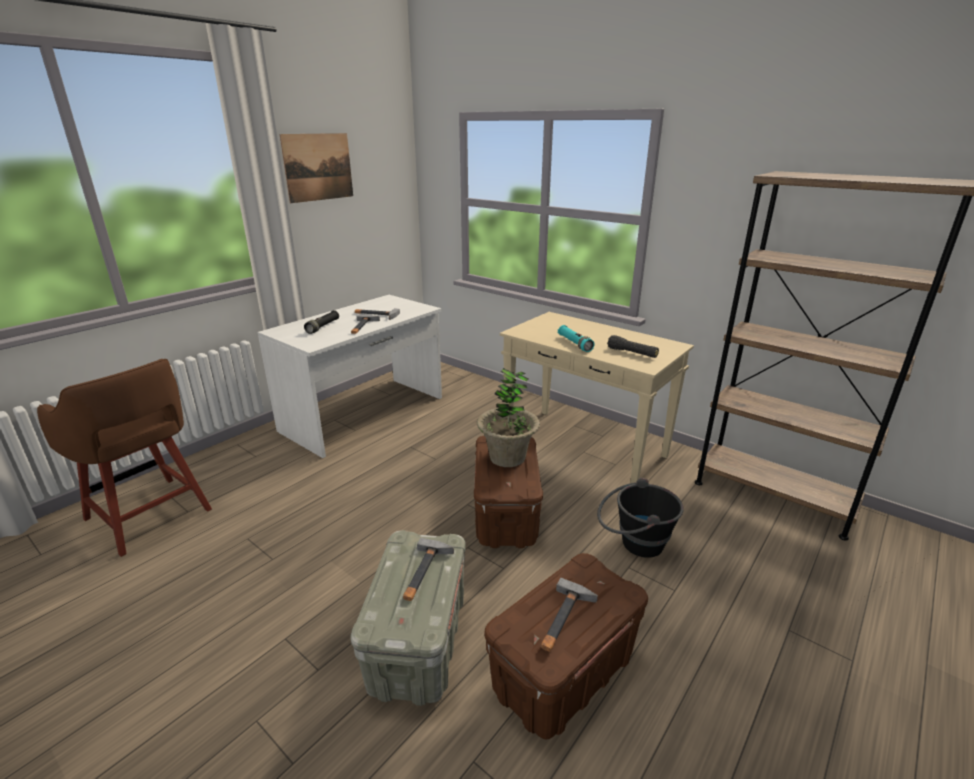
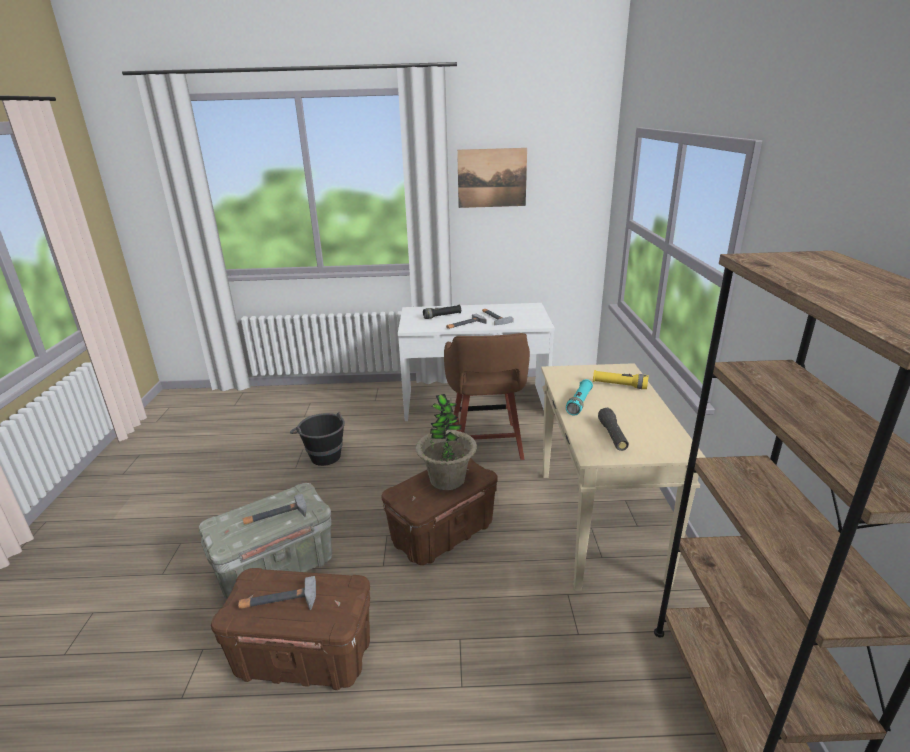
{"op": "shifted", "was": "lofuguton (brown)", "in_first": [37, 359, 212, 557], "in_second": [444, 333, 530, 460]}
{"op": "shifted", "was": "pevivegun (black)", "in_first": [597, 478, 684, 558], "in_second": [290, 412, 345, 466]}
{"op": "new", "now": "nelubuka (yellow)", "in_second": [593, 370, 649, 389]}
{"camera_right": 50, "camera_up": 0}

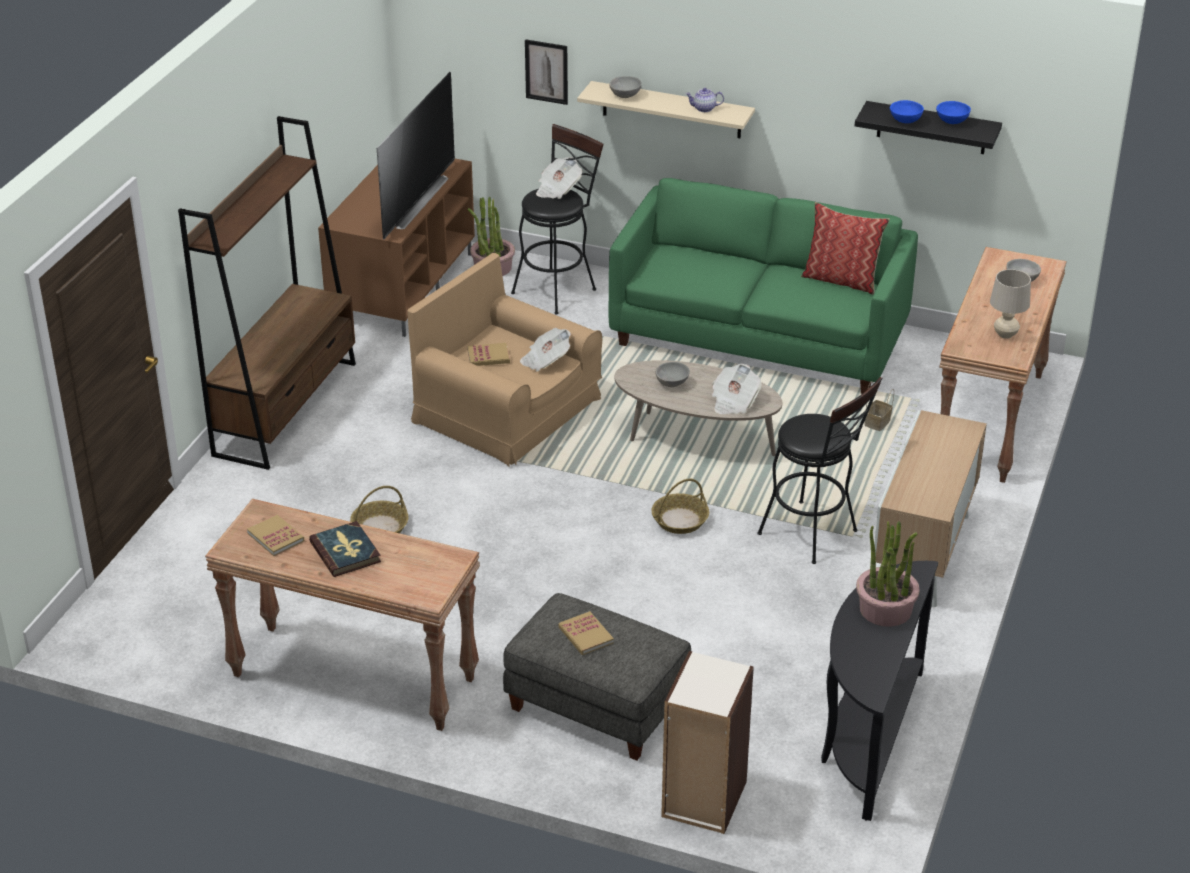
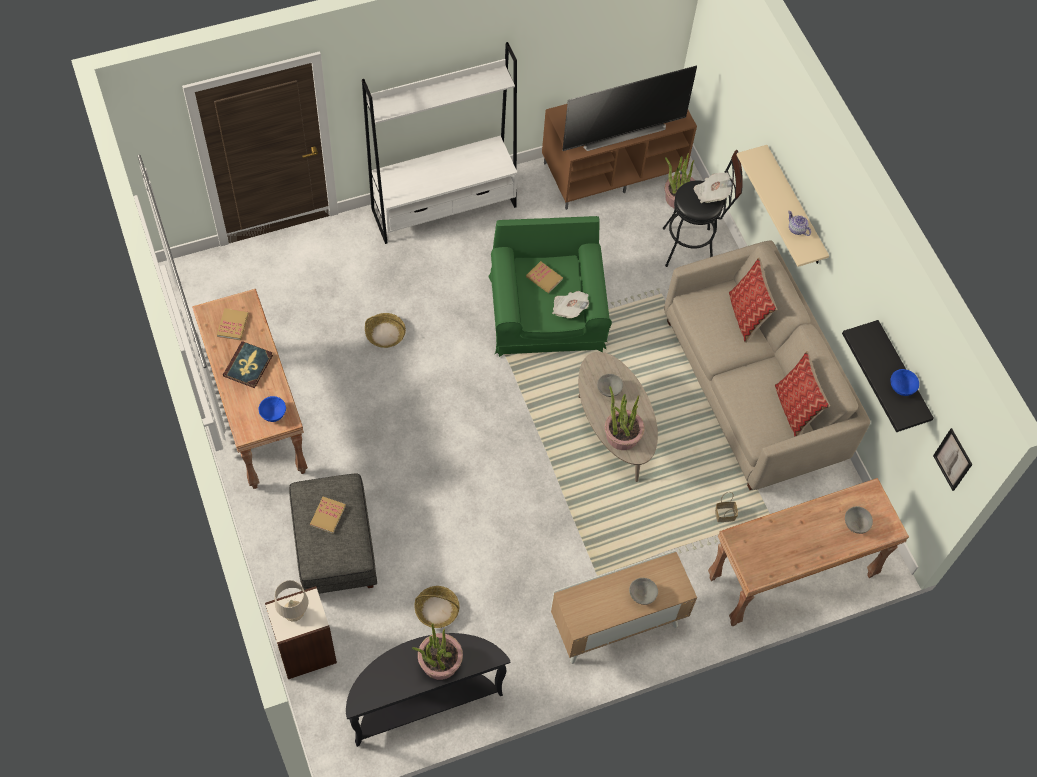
{"op": "repainted", "was": "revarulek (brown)", "now": "revarulek (white)", "in_first": [178, 116, 356, 470], "in_second": [362, 42, 517, 244]}
{"op": "repainted", "was": "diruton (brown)", "now": "diruton (green)", "in_first": [407, 253, 602, 466], "in_second": [488, 216, 612, 357]}
{"op": "shifted", "was": "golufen", "in_first": [525, 39, 568, 105], "in_second": [933, 428, 973, 491]}
{"op": "shifted", "was": "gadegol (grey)", "in_first": [609, 76, 642, 98], "in_second": [629, 578, 658, 605]}
{"op": "repainted", "was": "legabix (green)", "now": "legabix (beige)", "in_first": [609, 178, 918, 394], "in_second": [664, 240, 870, 490]}
{"op": "shifted", "was": "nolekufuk", "in_first": [651, 479, 709, 534], "in_second": [415, 586, 460, 628]}
{"op": "swapped", "was": "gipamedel", "now": "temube", "in_first": [712, 364, 762, 414], "in_second": [605, 386, 645, 450]}
{"op": "gone", "was": "lofuguton (black)", "in_first": [757, 377, 882, 564]}
{"op": "shifted", "was": "gadegol (blue)", "in_first": [890, 100, 924, 123], "in_second": [259, 396, 286, 422]}
{"op": "shifted", "was": "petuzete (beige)", "in_first": [990, 269, 1031, 339], "in_second": [275, 580, 309, 622]}
{"op": "new", "now": "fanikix", "in_second": [729, 258, 778, 343]}
{"camera_right": 45, "camera_up": 25}

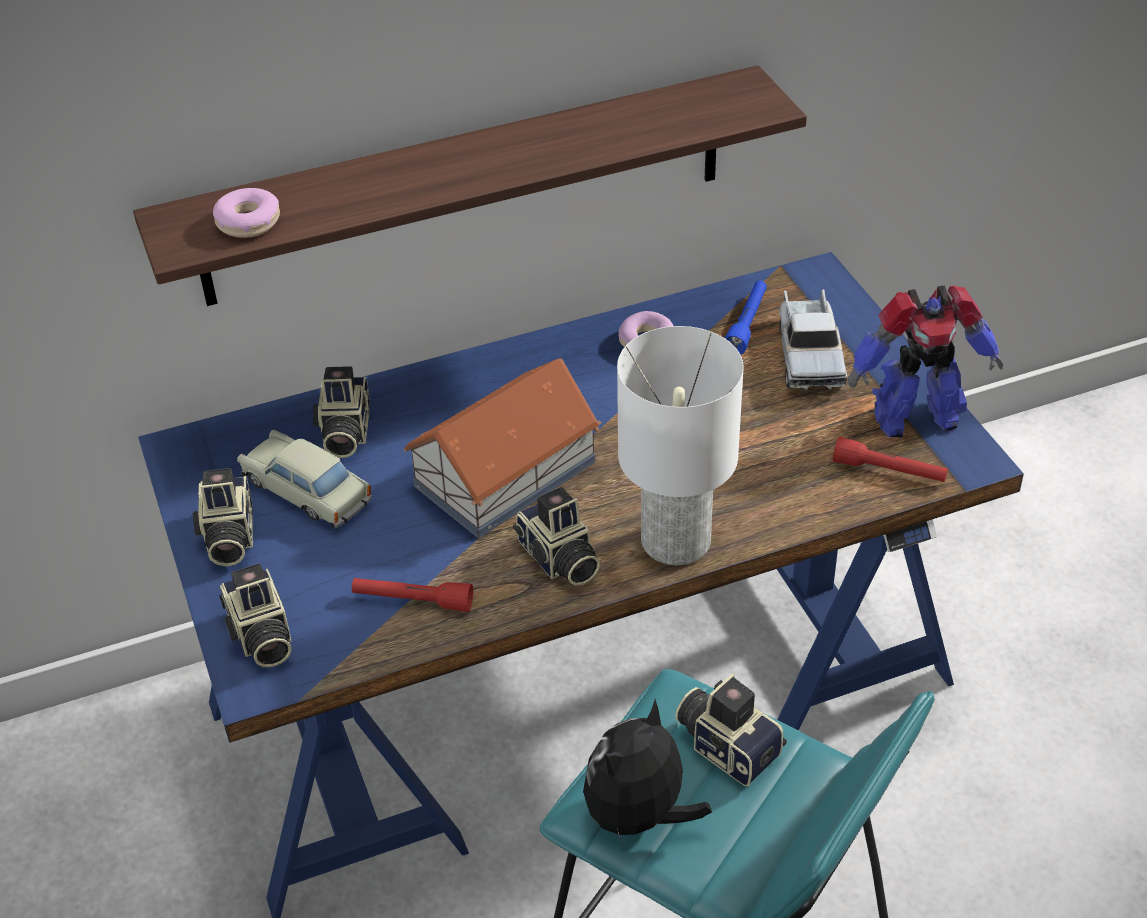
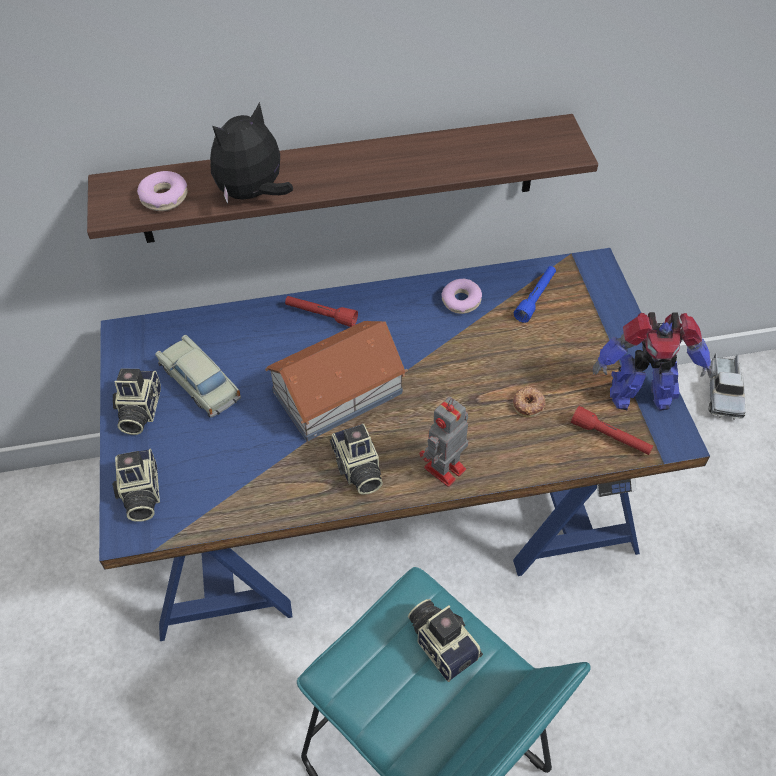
{"op": "gone", "was": "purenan", "in_first": [313, 366, 370, 458]}
{"op": "shifted", "was": "nelubuka (red)", "in_first": [352, 578, 473, 612], "in_second": [285, 296, 358, 327]}
{"op": "shifted", "was": "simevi", "in_first": [583, 699, 712, 848], "in_second": [210, 102, 293, 204]}
{"op": "swapped", "was": "petuzete (white)", "now": "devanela", "in_first": [617, 326, 744, 565], "in_second": [419, 397, 469, 487]}
{"op": "shifted", "was": "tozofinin", "in_first": [779, 289, 848, 391], "in_second": [709, 352, 746, 419]}
{"op": "new", "now": "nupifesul", "in_second": [513, 386, 546, 417]}
{"camera_right": 10, "camera_up": 10}

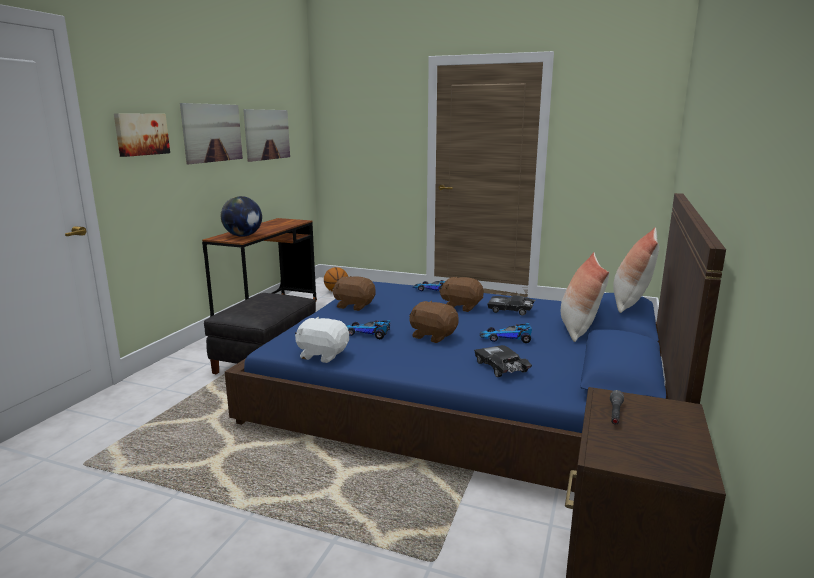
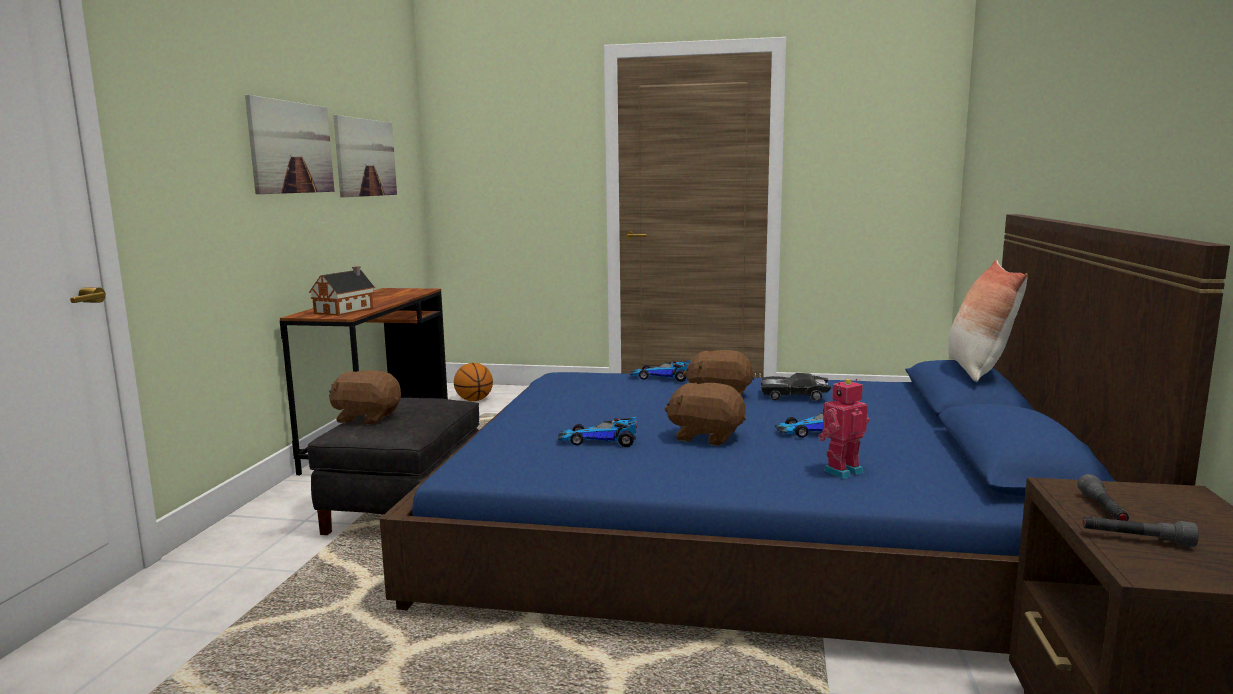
{"op": "gone", "was": "golufen", "in_first": [114, 113, 170, 157]}
{"op": "swapped", "was": "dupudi", "now": "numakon", "in_first": [221, 196, 262, 237], "in_second": [309, 266, 375, 316]}
{"op": "gone", "was": "simevi (white)", "in_first": [295, 316, 349, 363]}
{"op": "shifted", "was": "simevi (brown)", "in_first": [332, 276, 376, 311], "in_second": [329, 370, 401, 425]}
{"op": "swapped", "was": "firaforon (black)", "now": "devanela", "in_first": [474, 345, 532, 377], "in_second": [818, 379, 869, 479]}
{"op": "gone", "was": "fanikix", "in_first": [561, 252, 609, 342]}
{"op": "new", "now": "nelubuka (grey)", "in_second": [1083, 516, 1199, 547]}
{"camera_right": -10, "camera_up": -5}

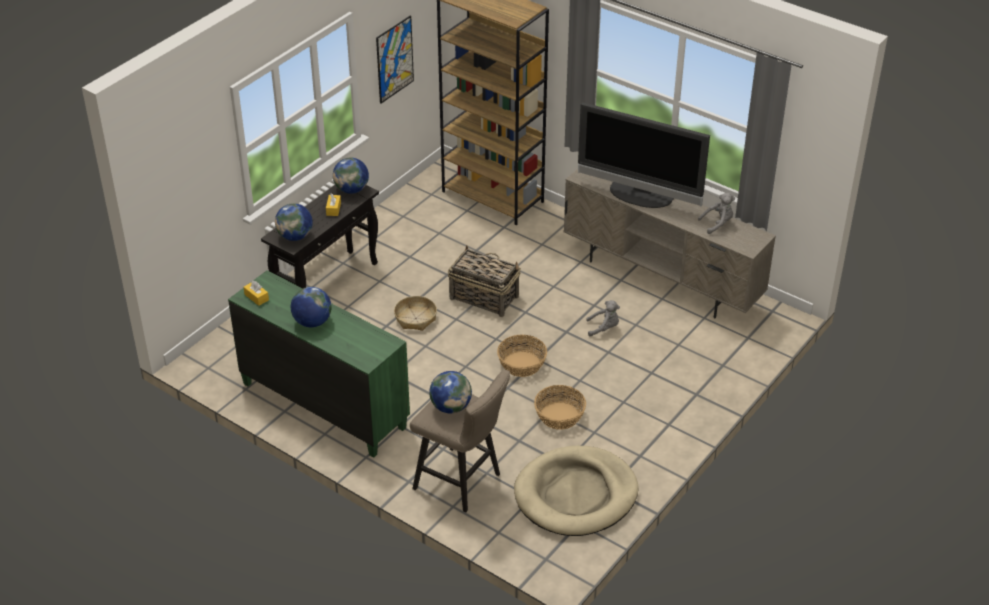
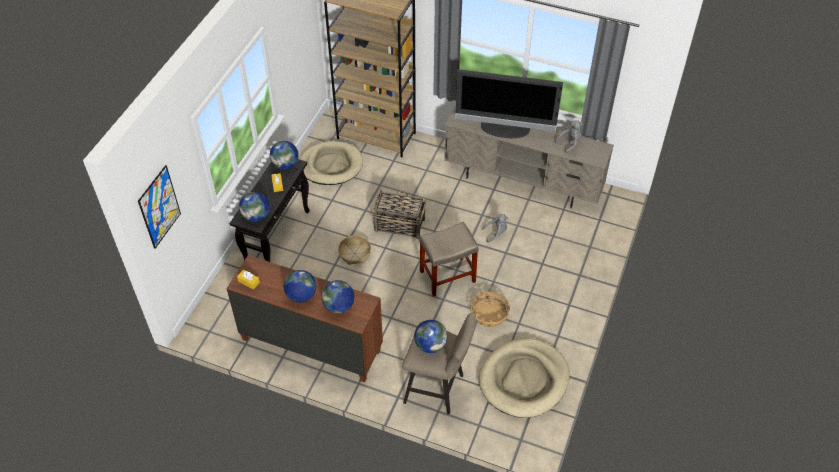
{"op": "repainted", "was": "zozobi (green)", "now": "zozobi (brown)", "in_first": [228, 270, 410, 458], "in_second": [226, 255, 383, 382]}
{"op": "shifted", "was": "golufen", "in_first": [376, 16, 414, 104], "in_second": [138, 165, 181, 249]}
{"op": "swapped", "was": "nolekufuk", "now": "lofuguton (beige)", "in_first": [497, 335, 547, 377], "in_second": [419, 222, 478, 297]}
{"op": "new", "now": "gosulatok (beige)", "in_second": [299, 141, 363, 185]}
{"op": "new", "now": "dupudi", "in_second": [321, 280, 354, 313]}
{"camera_right": -15, "camera_up": 10}

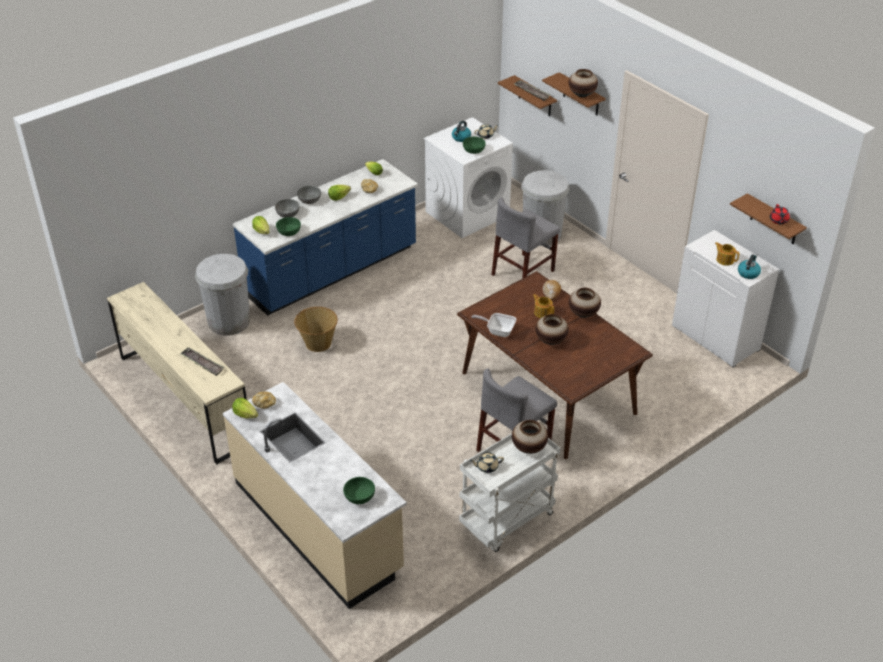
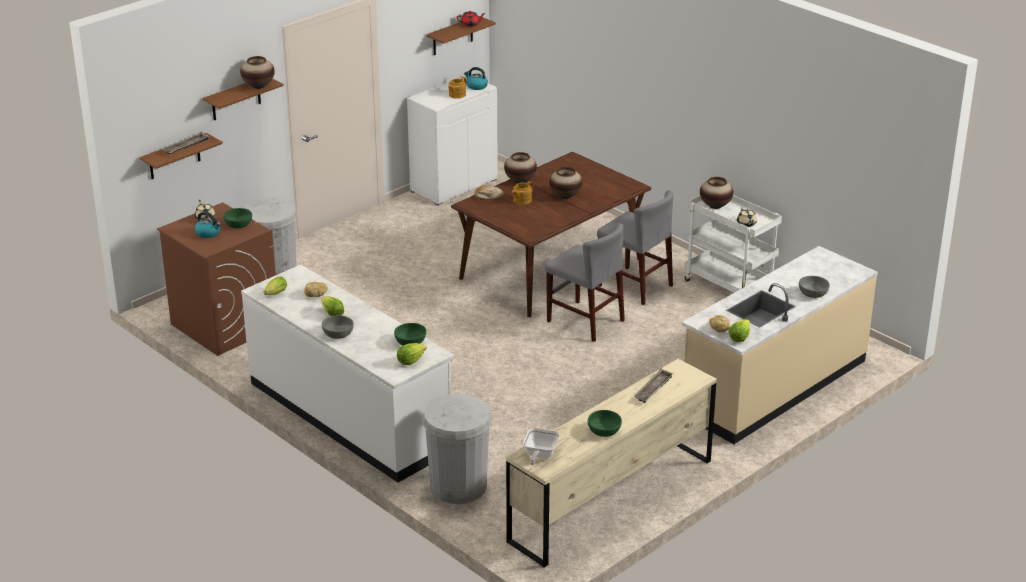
{"op": "repainted", "was": "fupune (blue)", "now": "fupune (white)", "in_first": [233, 159, 418, 316], "in_second": [241, 265, 455, 483]}
{"op": "shifted", "was": "gadegol (grey)", "in_first": [275, 199, 299, 218], "in_second": [799, 276, 830, 298]}
{"op": "gone", "was": "nolekufuk", "in_first": [294, 307, 338, 352]}
{"op": "shifted", "was": "gadegol (green)", "in_first": [343, 477, 375, 504], "in_second": [588, 410, 622, 437]}
{"op": "repainted", "was": "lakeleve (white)", "now": "lakeleve (brown)", "in_first": [424, 117, 513, 238], "in_second": [157, 202, 276, 356]}
{"op": "shifted", "was": "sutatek", "in_first": [471, 313, 516, 337], "in_second": [523, 428, 560, 465]}
{"op": "shifted", "was": "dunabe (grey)", "in_first": [491, 198, 560, 279], "in_second": [545, 223, 625, 342]}
{"camera_right": -95, "camera_up": -10}

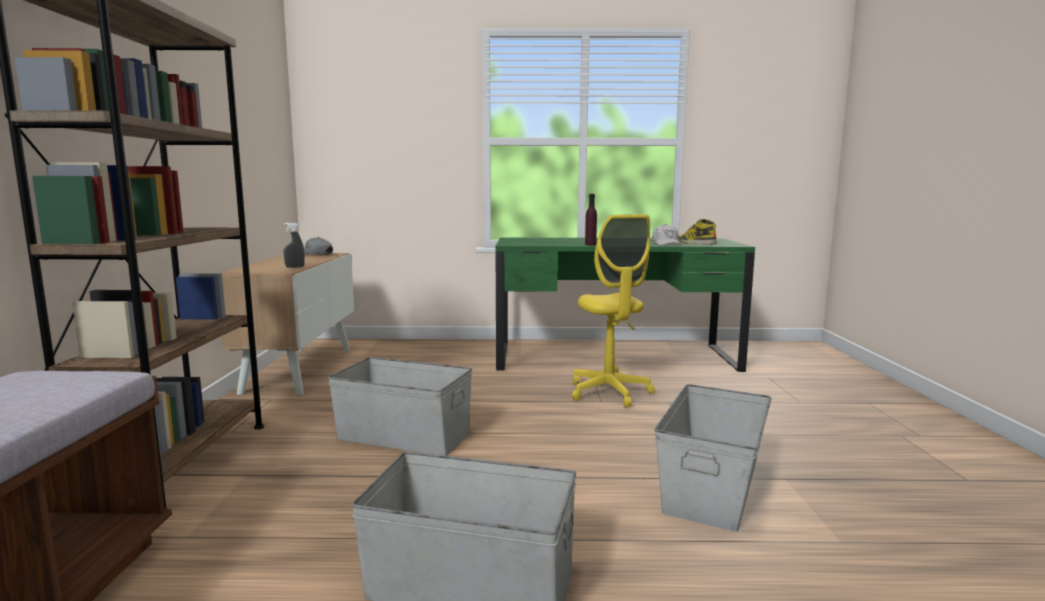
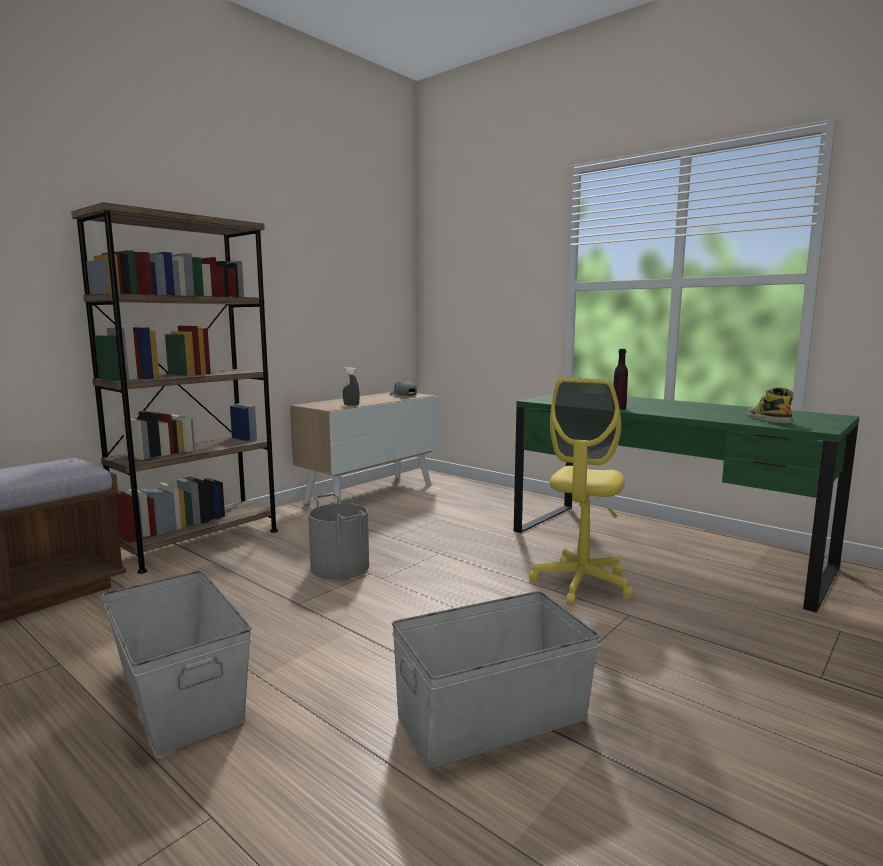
{"op": "swapped", "was": "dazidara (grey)", "now": "pevivegun (grey)", "in_first": [328, 357, 472, 456], "in_second": [308, 494, 369, 580]}
{"op": "gone", "was": "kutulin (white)", "in_first": [652, 224, 682, 246]}
{"camera_right": 40, "camera_up": 0}

